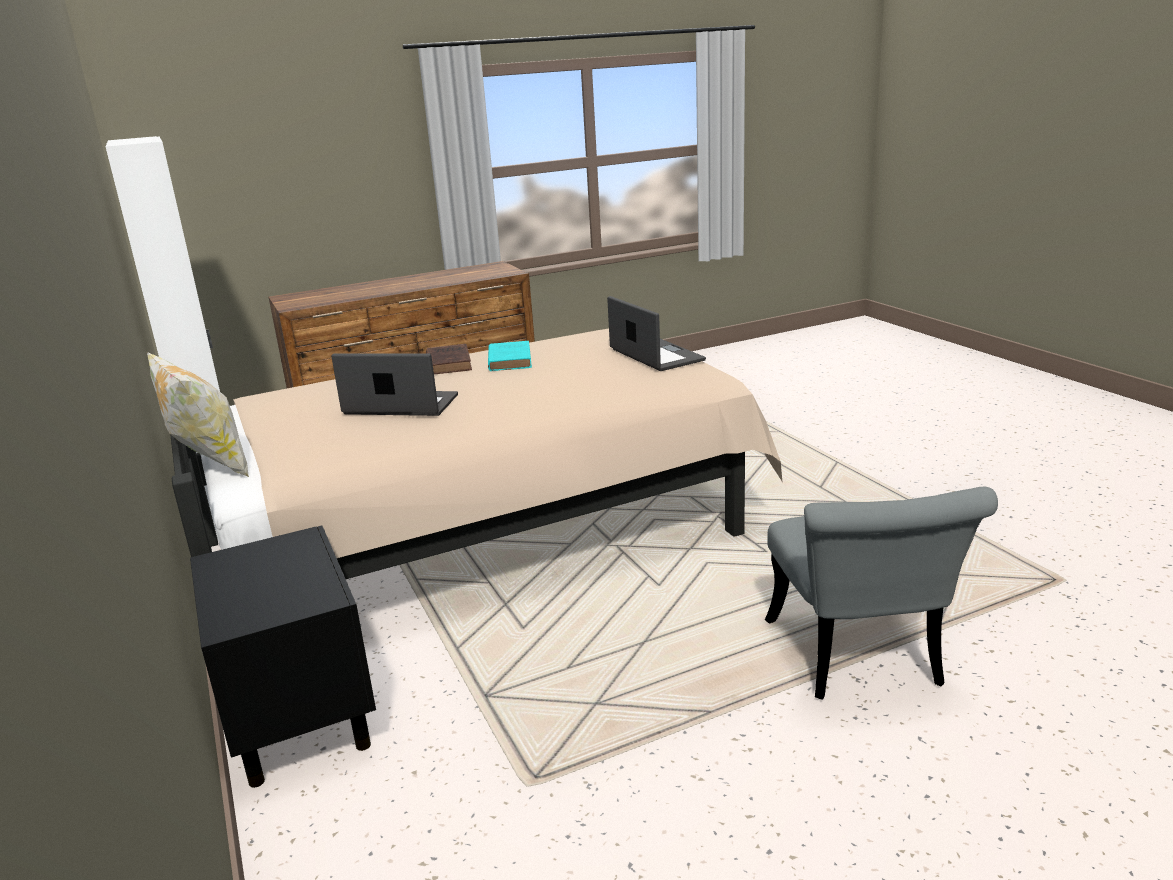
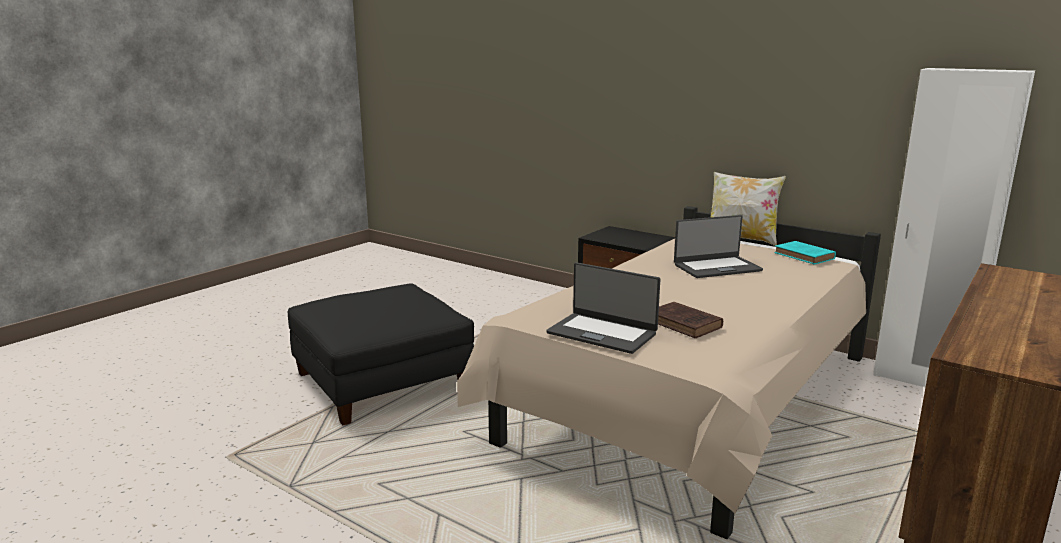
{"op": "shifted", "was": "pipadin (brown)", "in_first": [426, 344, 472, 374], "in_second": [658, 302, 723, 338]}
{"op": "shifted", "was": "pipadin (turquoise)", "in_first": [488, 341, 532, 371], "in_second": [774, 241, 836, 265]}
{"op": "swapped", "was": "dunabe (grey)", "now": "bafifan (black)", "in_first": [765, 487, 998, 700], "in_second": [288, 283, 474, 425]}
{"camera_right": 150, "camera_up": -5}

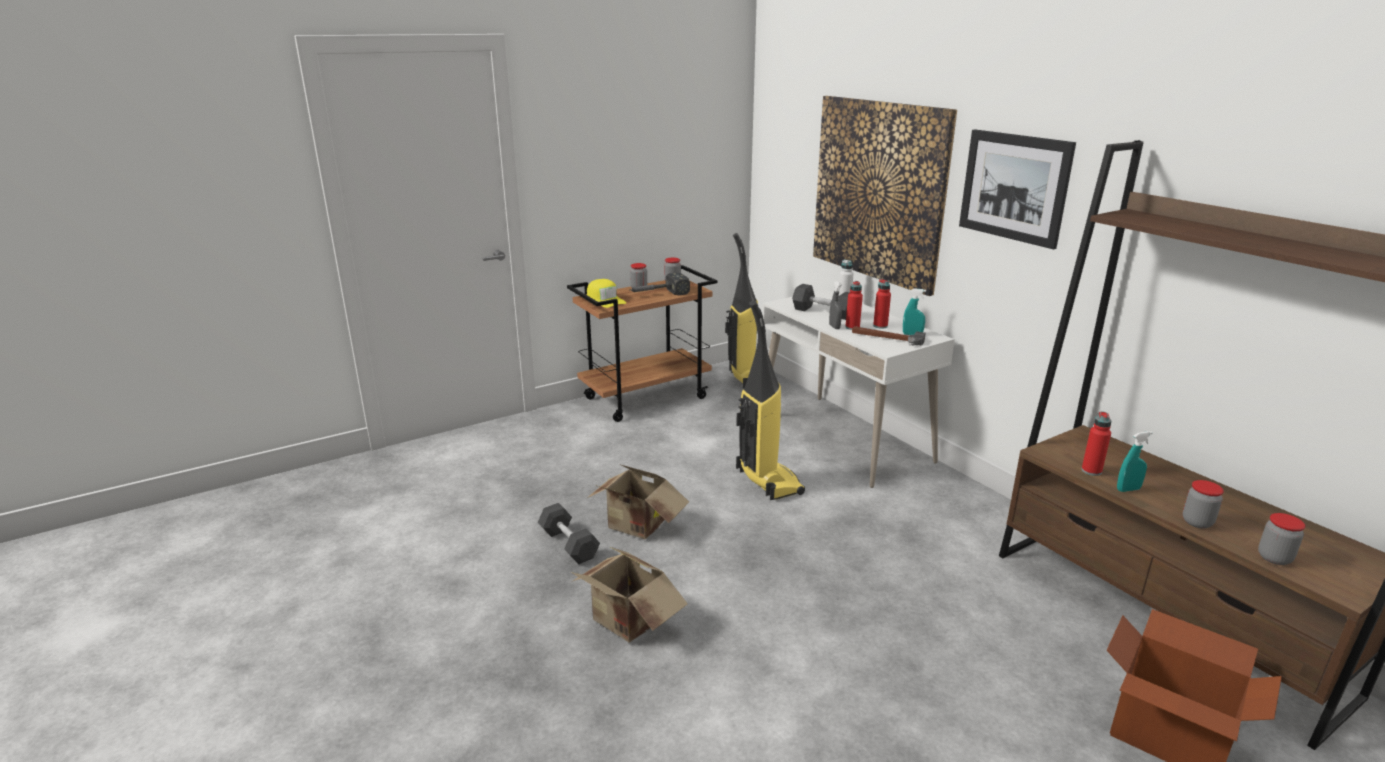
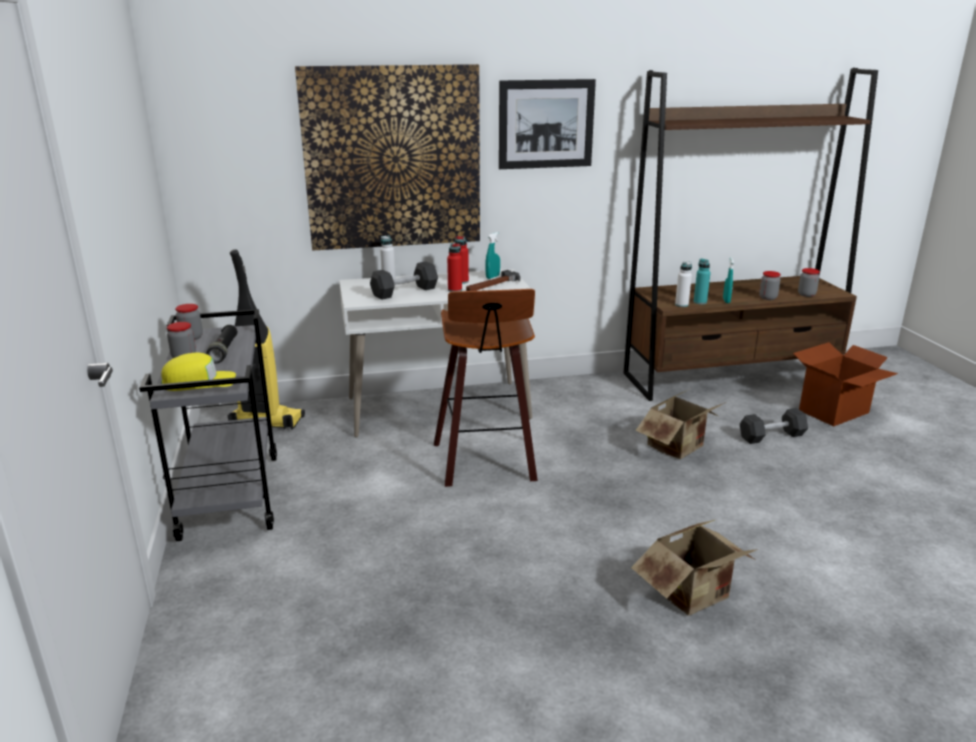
{"op": "shifted", "was": "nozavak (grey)", "in_first": [538, 503, 600, 564], "in_second": [740, 408, 808, 444]}
{"op": "repainted", "was": "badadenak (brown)", "now": "badadenak (grey)", "in_first": [567, 265, 717, 422], "in_second": [139, 309, 277, 541]}
{"op": "shifted", "was": "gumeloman", "in_first": [587, 464, 689, 539], "in_second": [635, 391, 726, 459]}
{"op": "swapped", "was": "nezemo", "now": "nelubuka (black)", "in_first": [629, 273, 690, 295], "in_second": [206, 325, 237, 364]}
{"op": "swapped", "was": "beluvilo", "now": "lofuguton", "in_first": [736, 301, 805, 500], "in_second": [434, 289, 538, 487]}
{"op": "gone", "was": "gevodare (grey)", "in_first": [829, 281, 842, 329]}
{"op": "repainted", "was": "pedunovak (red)", "now": "pedunovak (turquoise)", "in_first": [1082, 411, 1111, 476], "in_second": [694, 259, 711, 305]}
{"op": "new", "now": "pedunovak (white)", "in_second": [675, 261, 692, 307]}
{"camera_right": -70, "camera_up": 0}

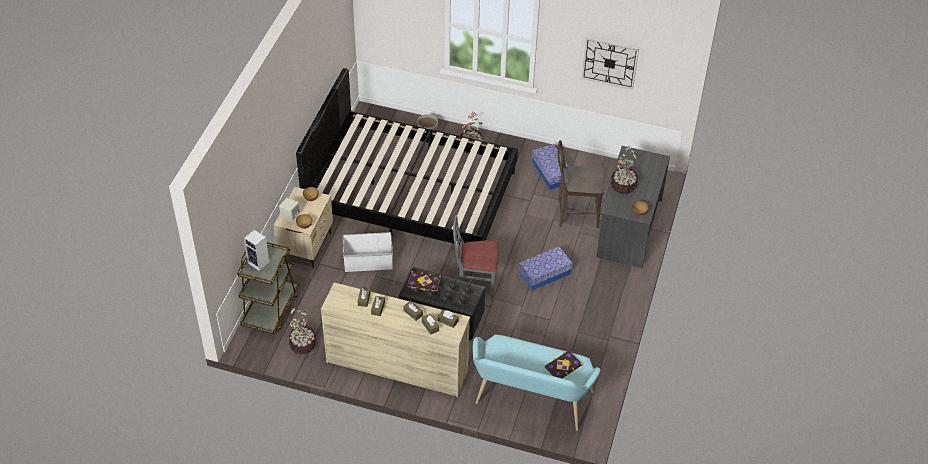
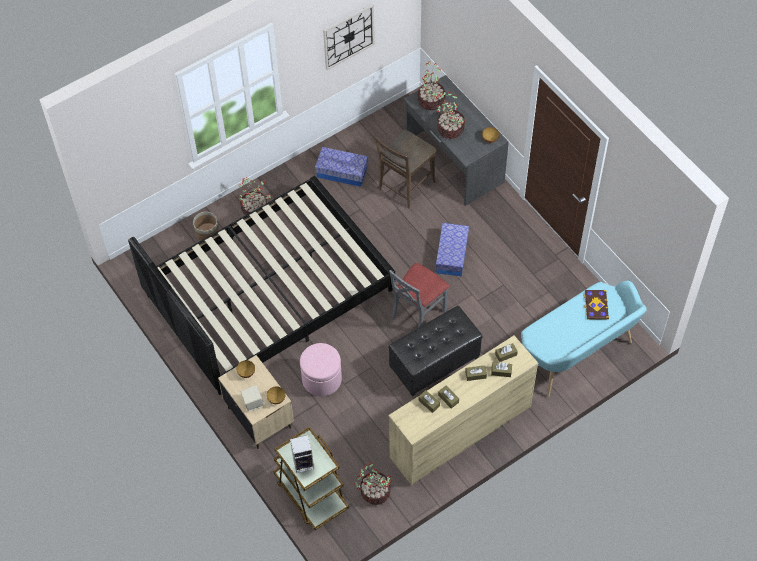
{"op": "swapped", "was": "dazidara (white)", "now": "bafifan (pink)", "in_first": [343, 232, 393, 272], "in_second": [300, 343, 342, 396]}
{"op": "gone", "was": "pipadin", "in_first": [407, 271, 441, 292]}
{"op": "new", "now": "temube", "in_second": [418, 61, 445, 110]}
{"camera_right": -50, "camera_up": 10}

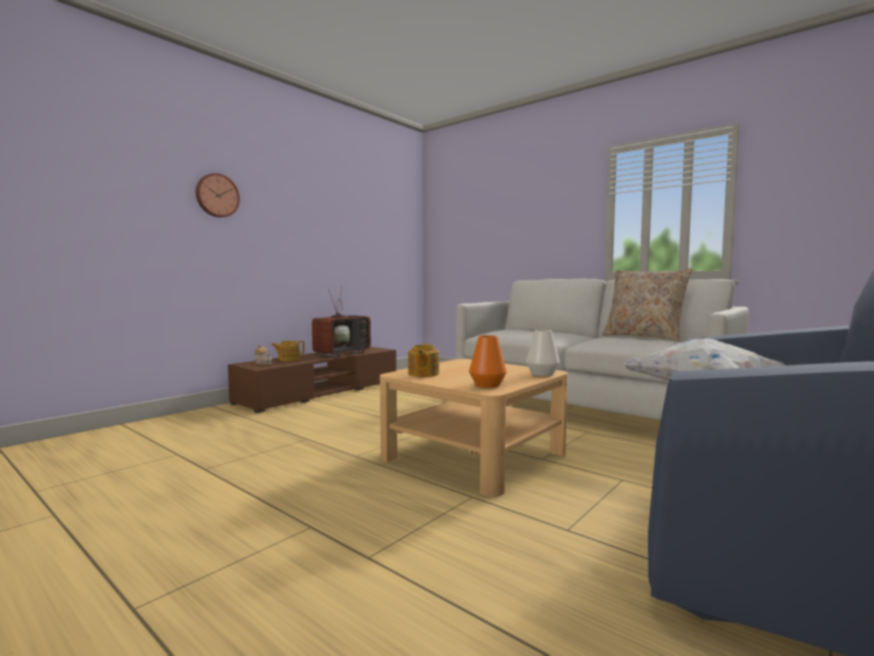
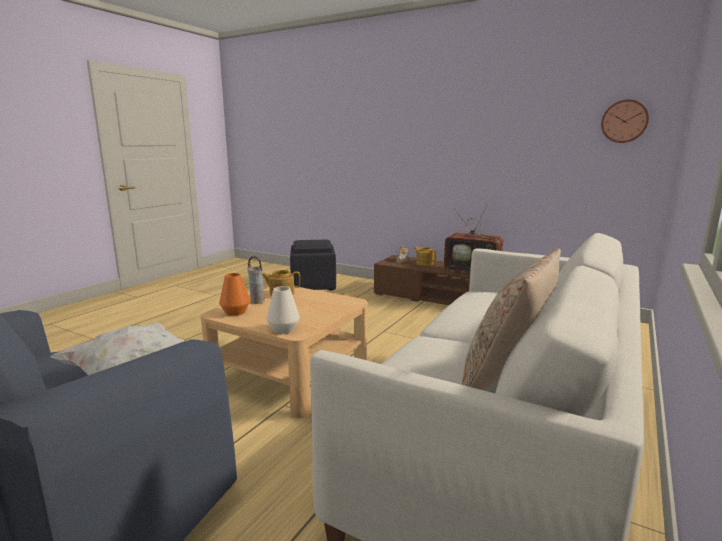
{"op": "shifted", "was": "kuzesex", "in_first": [196, 173, 240, 217], "in_second": [601, 99, 649, 143]}
{"op": "new", "now": "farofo", "in_second": [247, 256, 265, 304]}
{"op": "new", "now": "bafifan (black)", "in_second": [290, 240, 336, 291]}
{"camera_right": 80, "camera_up": 10}

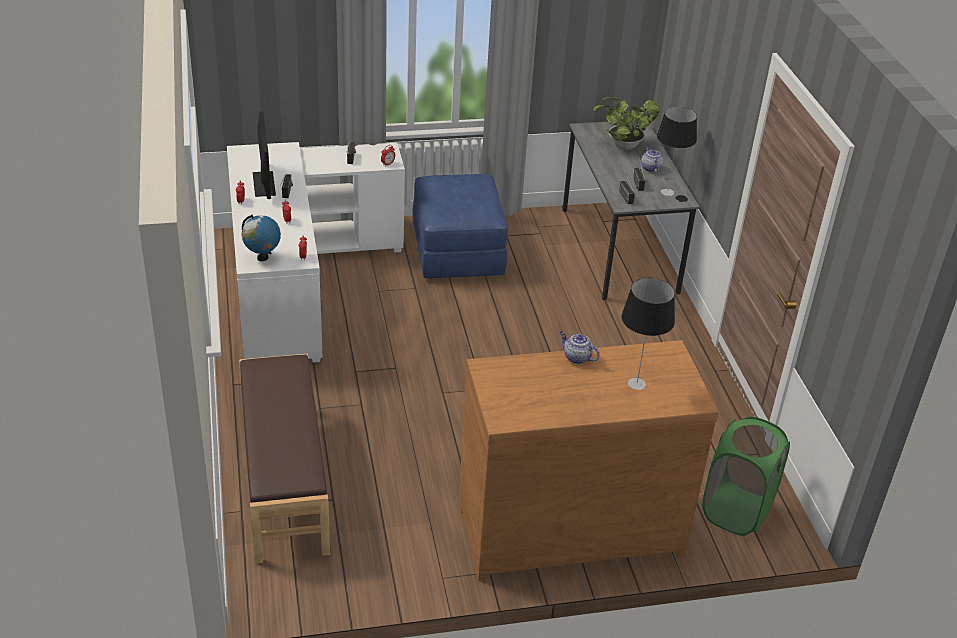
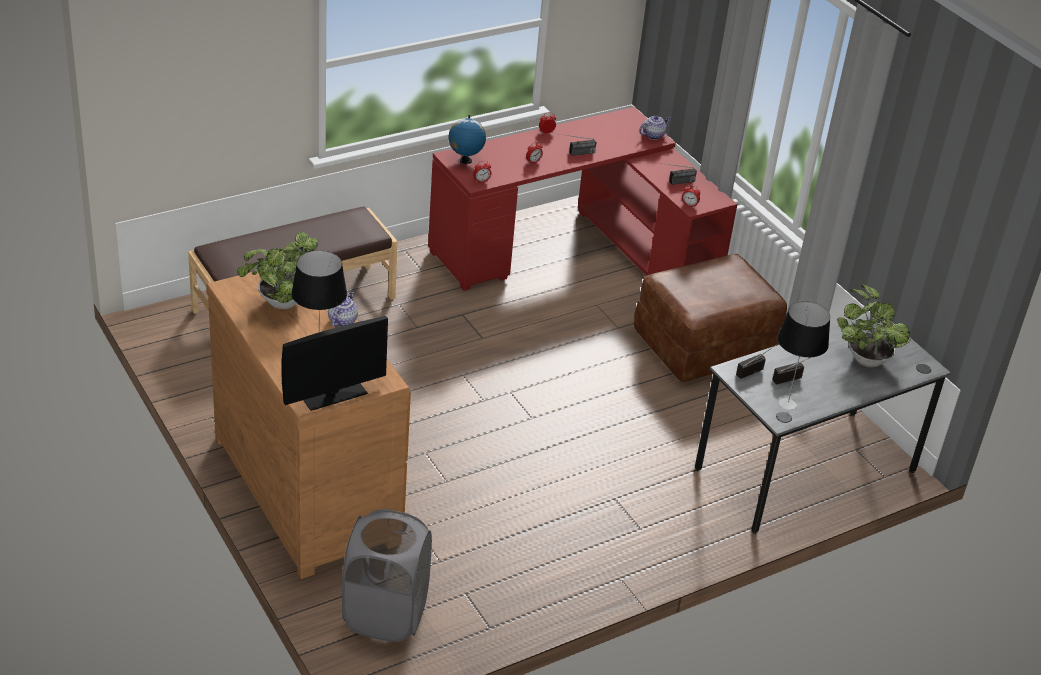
{"op": "repainted", "was": "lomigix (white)", "now": "lomigix (red)", "in_first": [227, 142, 405, 363], "in_second": [428, 107, 737, 291]}
{"op": "shifted", "was": "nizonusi", "in_first": [253, 111, 276, 199], "in_second": [281, 316, 388, 411]}
{"op": "repainted", "was": "bafifan (blue)", "now": "bafifan (brown)", "in_first": [412, 174, 508, 278], "in_second": [634, 254, 787, 382]}
{"op": "shifted", "was": "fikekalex", "in_first": [641, 146, 663, 172], "in_second": [639, 116, 671, 140]}
{"op": "repainted", "was": "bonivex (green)", "now": "bonivex (grey)", "in_first": [702, 417, 790, 536], "in_second": [342, 509, 432, 642]}
{"op": "new", "now": "temube", "in_second": [237, 232, 319, 309]}
{"camera_right": 70, "camera_up": 0}

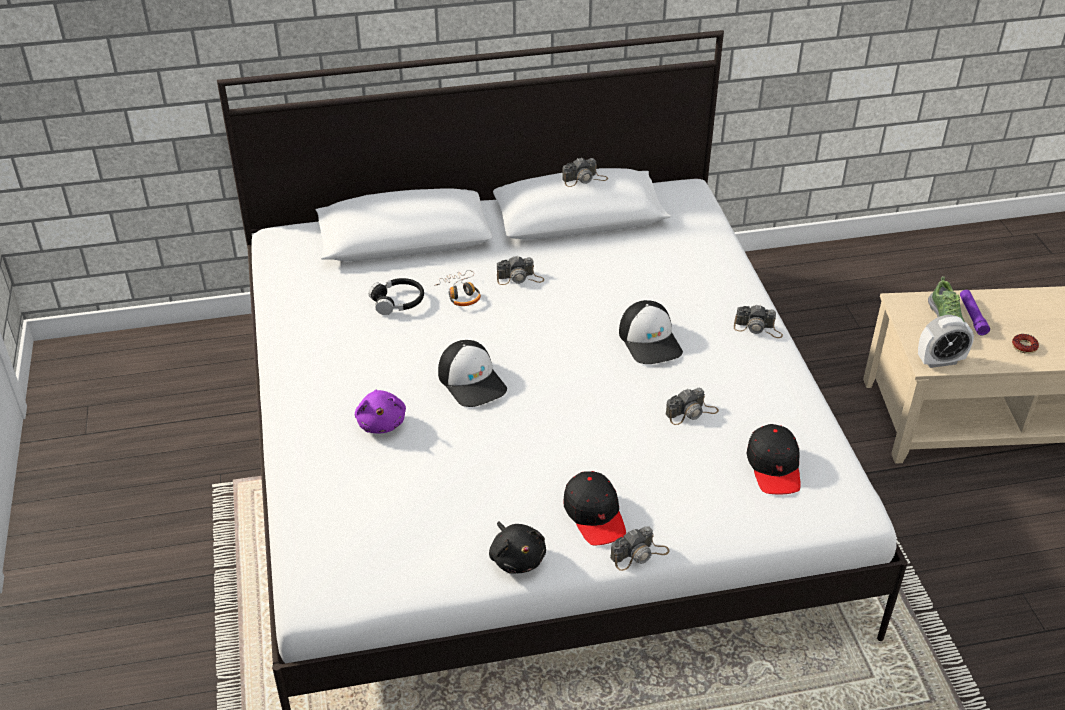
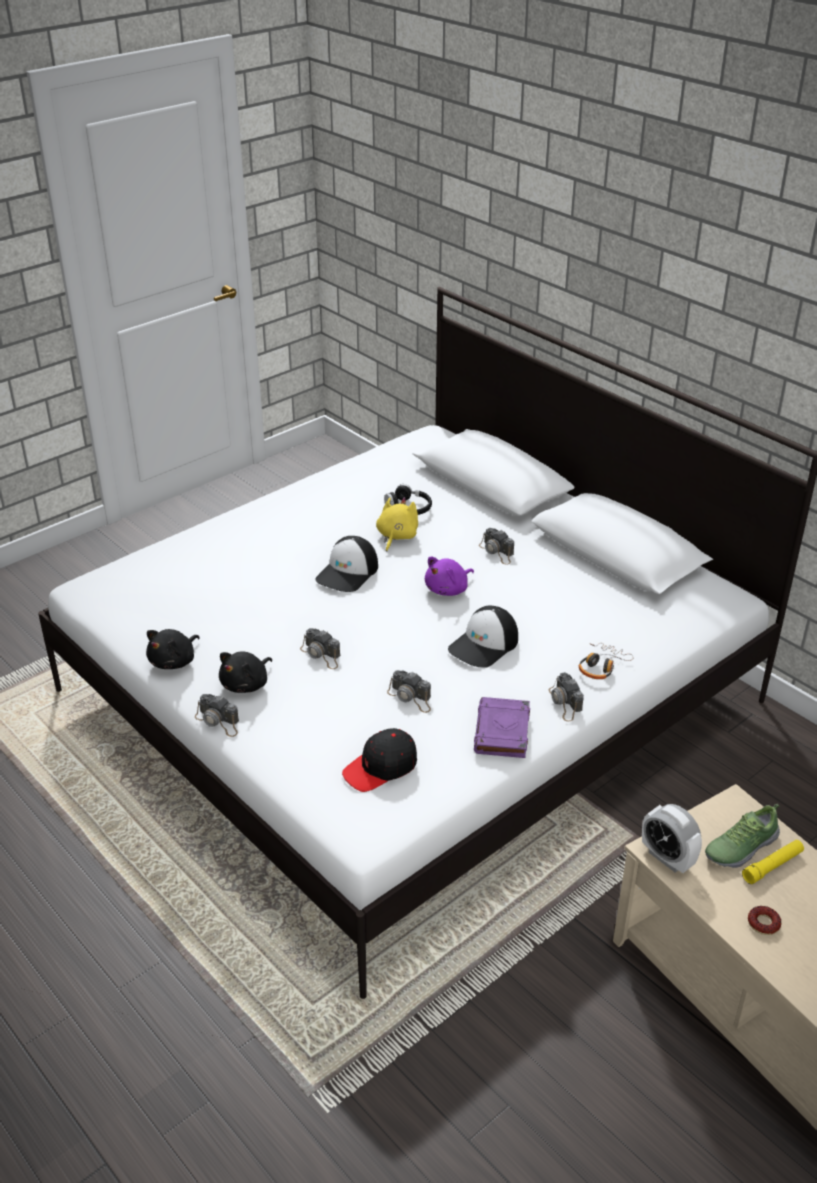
{"op": "shifted", "was": "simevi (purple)", "in_first": [355, 390, 406, 433], "in_second": [425, 557, 474, 596]}
{"op": "shifted", "was": "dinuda", "in_first": [434, 270, 481, 306], "in_second": [579, 643, 633, 679]}
{"op": "shifted", "was": "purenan", "in_first": [562, 157, 608, 187], "in_second": [300, 628, 340, 669]}
{"op": "swapped", "was": "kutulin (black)", "now": "simevi (black)", "in_first": [563, 471, 626, 545], "in_second": [219, 651, 272, 693]}
{"op": "repainted", "was": "nelubuka (purple)", "now": "nelubuka (yellow)", "in_first": [960, 290, 990, 335], "in_second": [742, 840, 804, 884]}
{"op": "new", "now": "simevi (yellow)", "in_second": [376, 497, 418, 552]}
{"op": "new", "now": "pipadin (purple)", "in_second": [474, 697, 530, 758]}
{"camera_right": 60, "camera_up": -5}

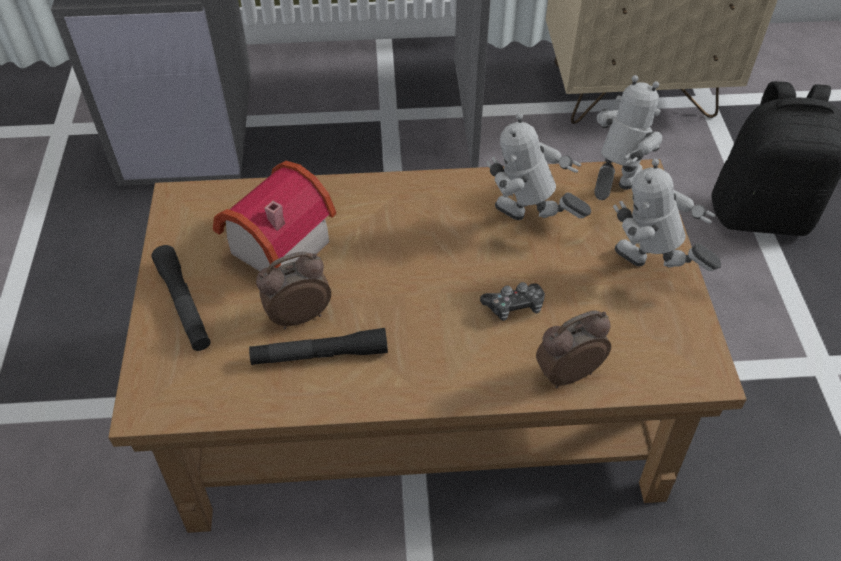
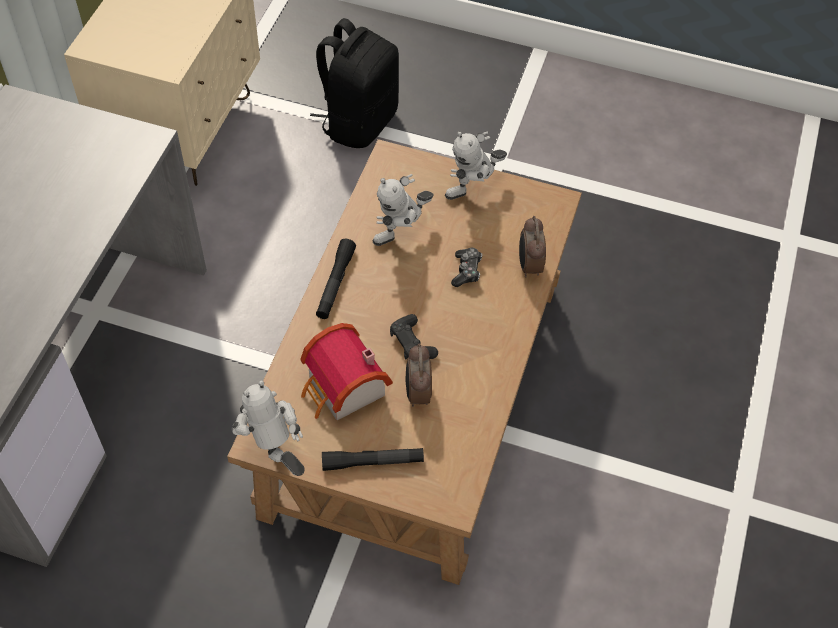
{"op": "shifted", "was": "nelubuka (black)", "in_first": [249, 328, 388, 365], "in_second": [316, 239, 356, 319]}
{"op": "shifted", "was": "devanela", "in_first": [594, 75, 662, 200], "in_second": [233, 380, 305, 476]}
{"op": "new", "now": "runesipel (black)", "in_second": [390, 314, 438, 360]}
{"camera_right": -70, "camera_up": 5}

